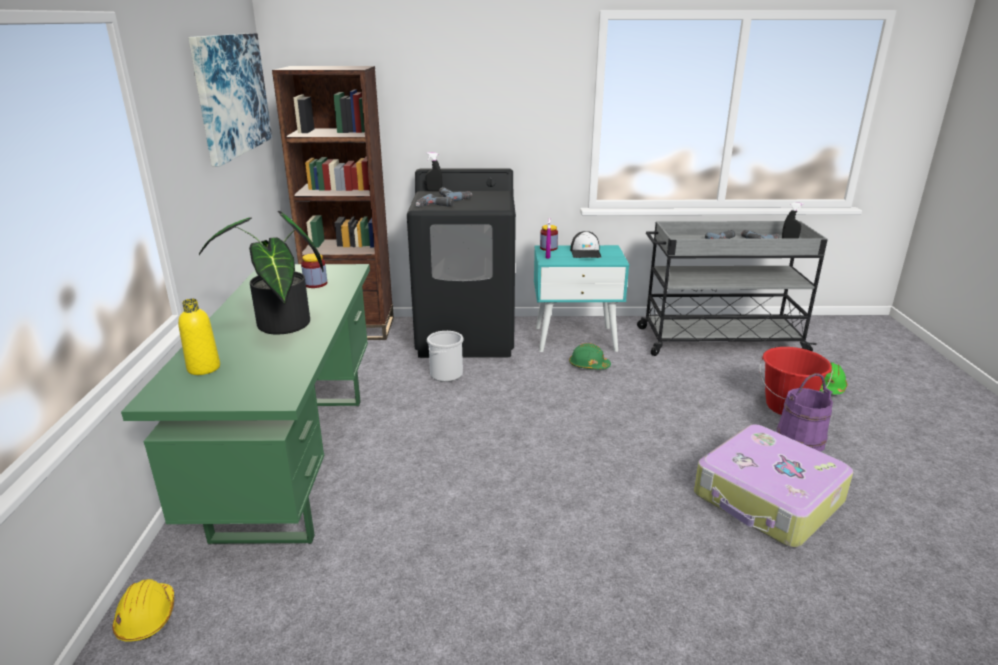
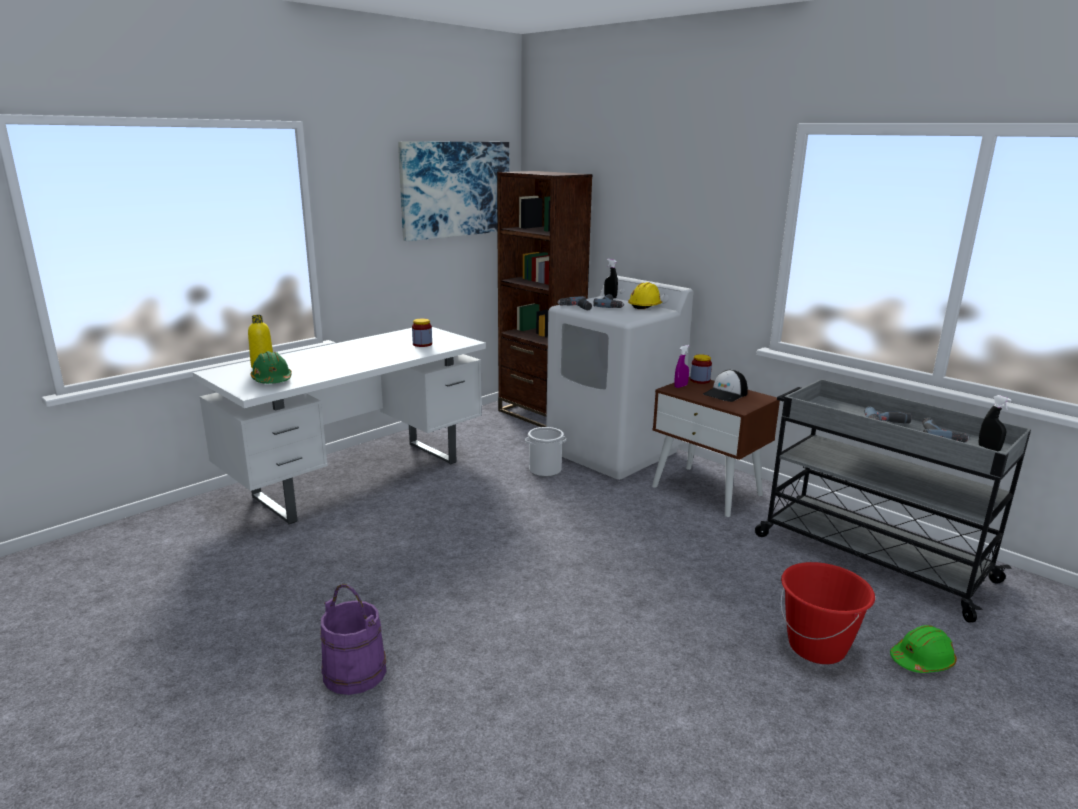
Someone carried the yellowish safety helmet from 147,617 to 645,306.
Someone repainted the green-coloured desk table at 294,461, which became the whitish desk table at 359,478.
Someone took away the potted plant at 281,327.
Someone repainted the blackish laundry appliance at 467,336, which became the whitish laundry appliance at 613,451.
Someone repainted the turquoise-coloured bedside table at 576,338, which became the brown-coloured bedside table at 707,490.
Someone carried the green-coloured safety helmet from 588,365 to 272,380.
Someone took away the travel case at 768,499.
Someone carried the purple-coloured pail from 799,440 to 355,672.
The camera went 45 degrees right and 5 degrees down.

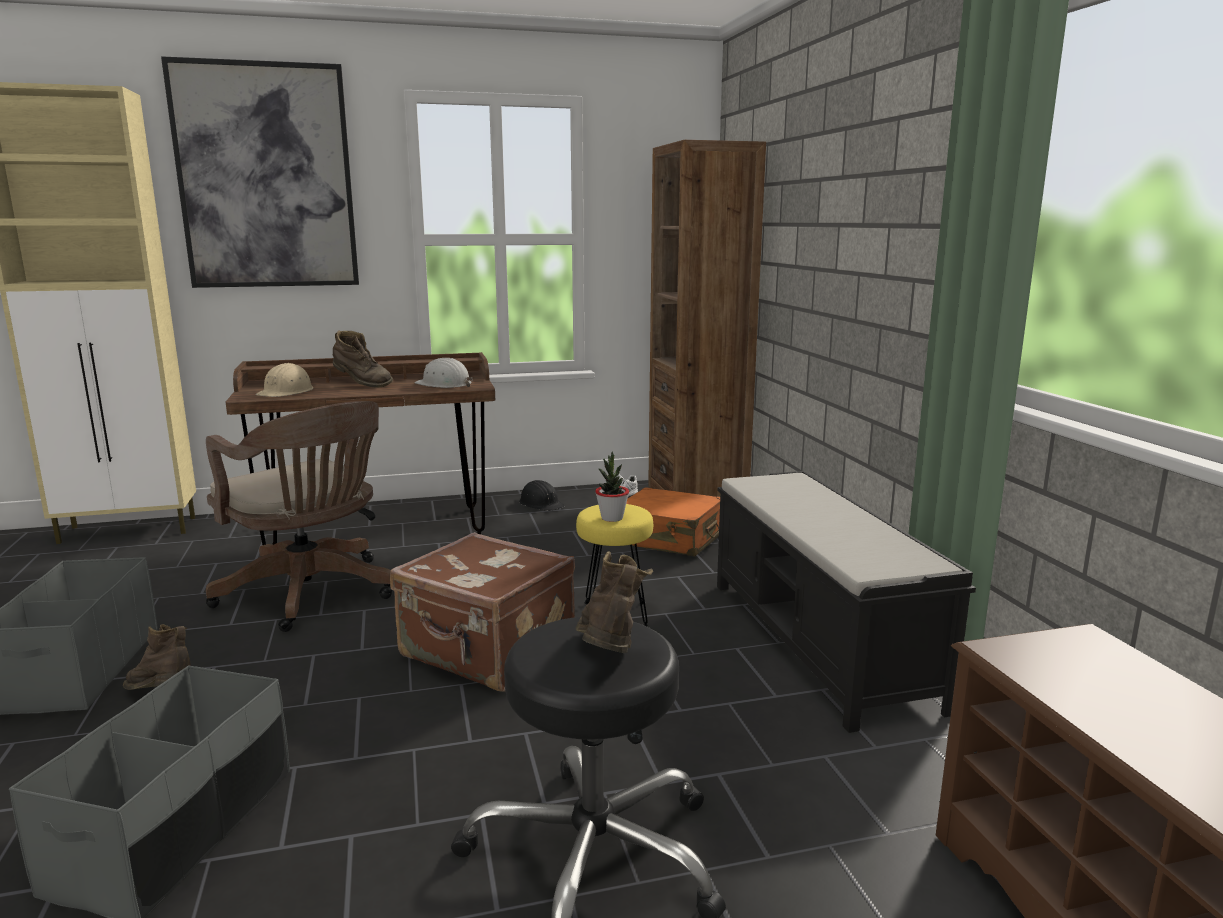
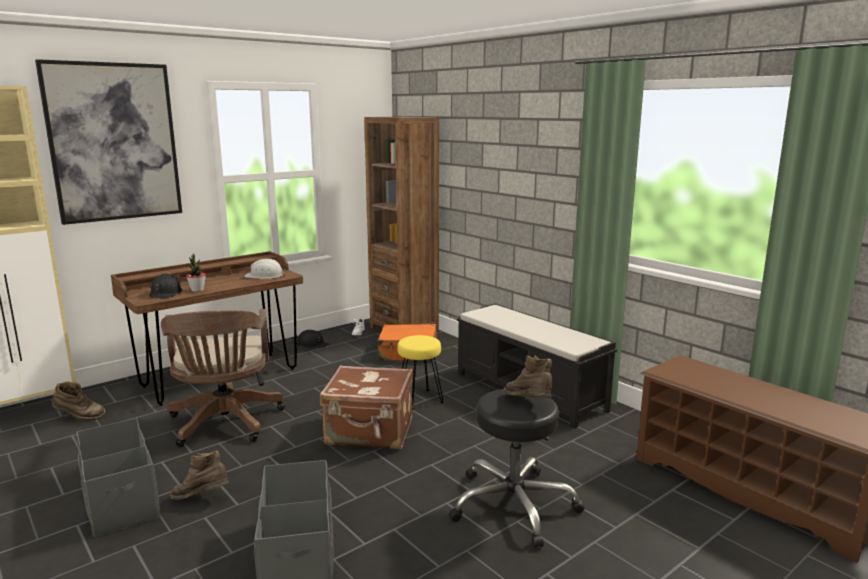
Someone rotated the brown-coloured computer chair at 312,594 by 60 degrees clockwise.
Someone repainted the beige safety helmet at 286,392, which became the blackish safety helmet at 166,293.
Someone carried the brown-coloured tall boot from 361,384 to 79,418.
Someone carried the potted plant from 612,518 to 197,290.
The camera went 25 degrees left and 0 degrees up.

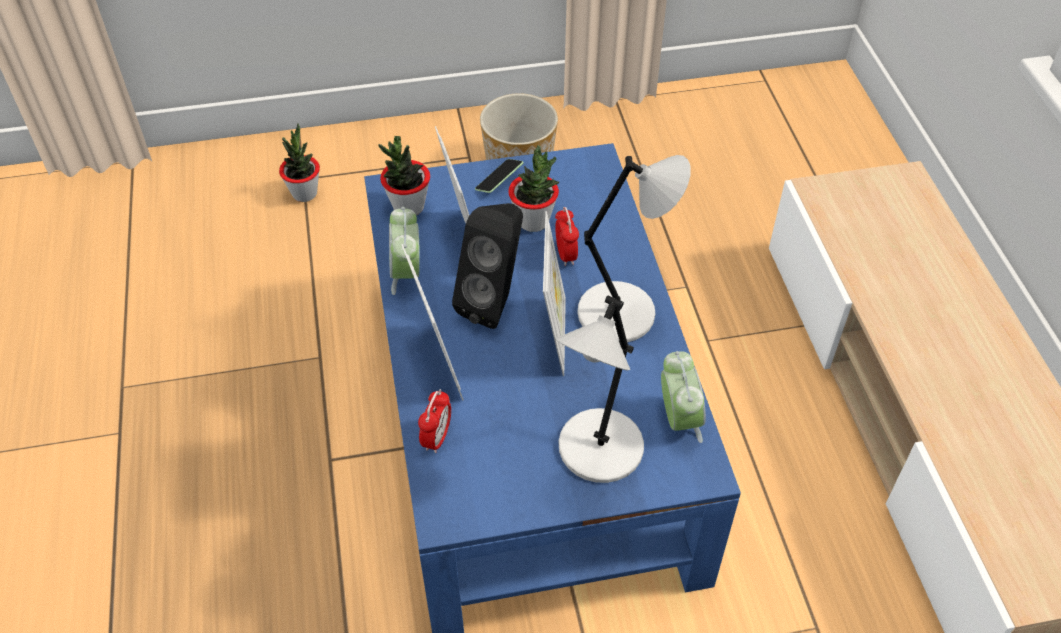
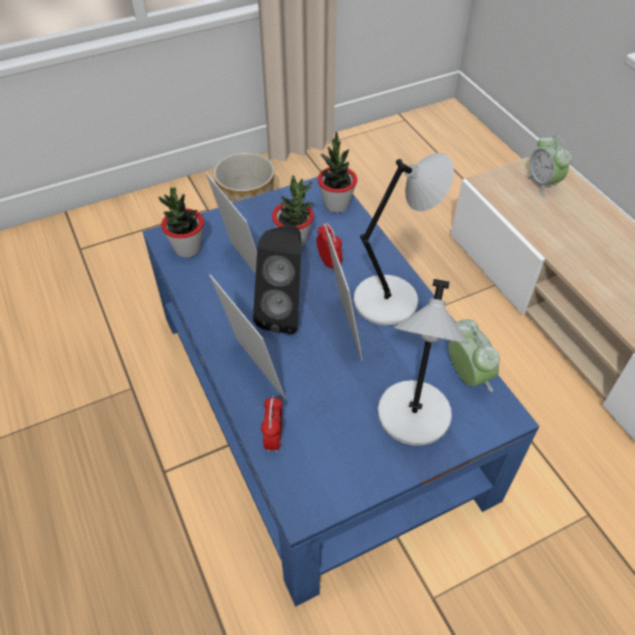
Someone carried the potted plant from 304,193 to 336,205.
Someone carried the alarm clock from 406,273 to 543,183.
Someone took away the telephone at 499,181.
The camera went 15 degrees left and 0 degrees up.

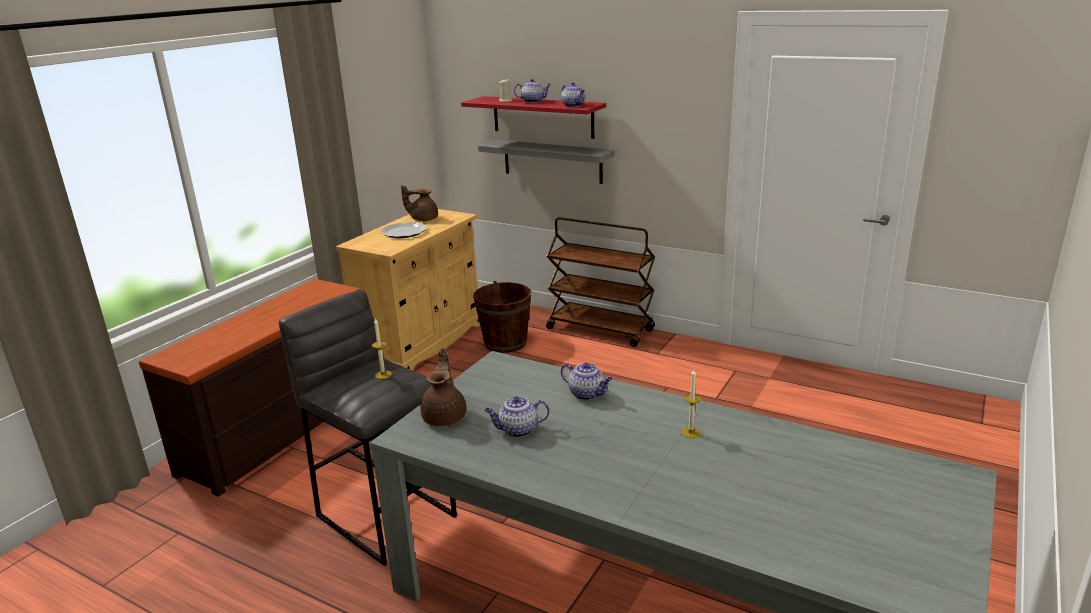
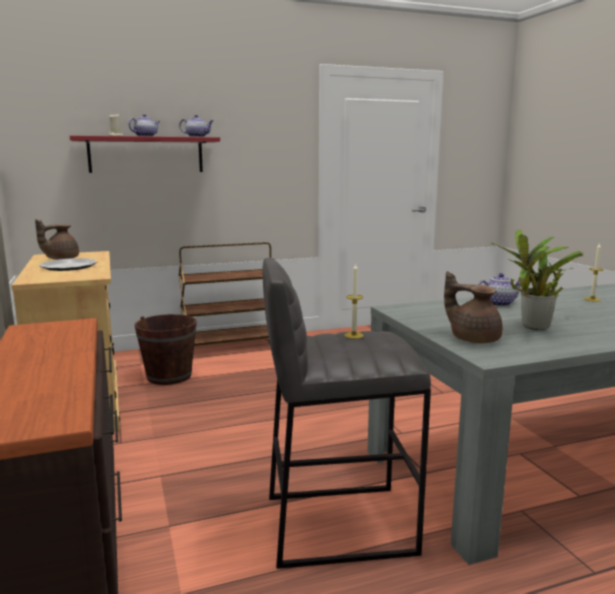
Someone took away the greyish bracket shelf at 552,161.
Someone swapped the tea pot at 517,430 for the potted plant at 532,327.
The camera went 50 degrees left and 10 degrees down.

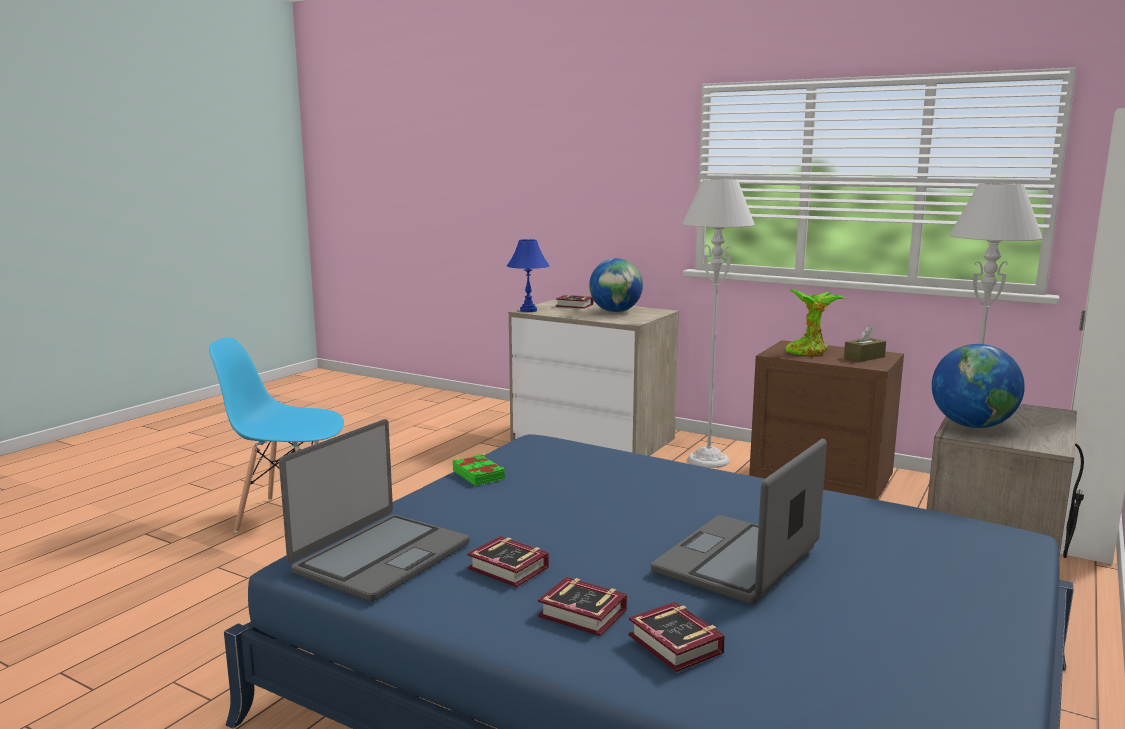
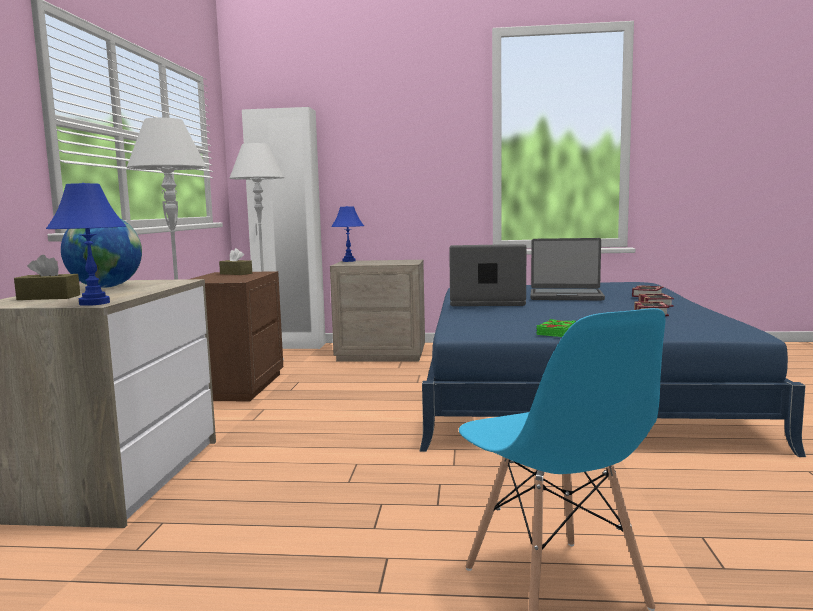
Someone carried the notebook computer from 380,557 to 487,302.
Someone swapped the volume at 575,306 for the brown-coloured box of tissues at 49,297.
Someone took away the potted plant at 808,351.
Someone took away the world globe at 972,426.
Someone put down the blue-coloured table lamp at 348,261.
The camera went 115 degrees left and 5 degrees down.

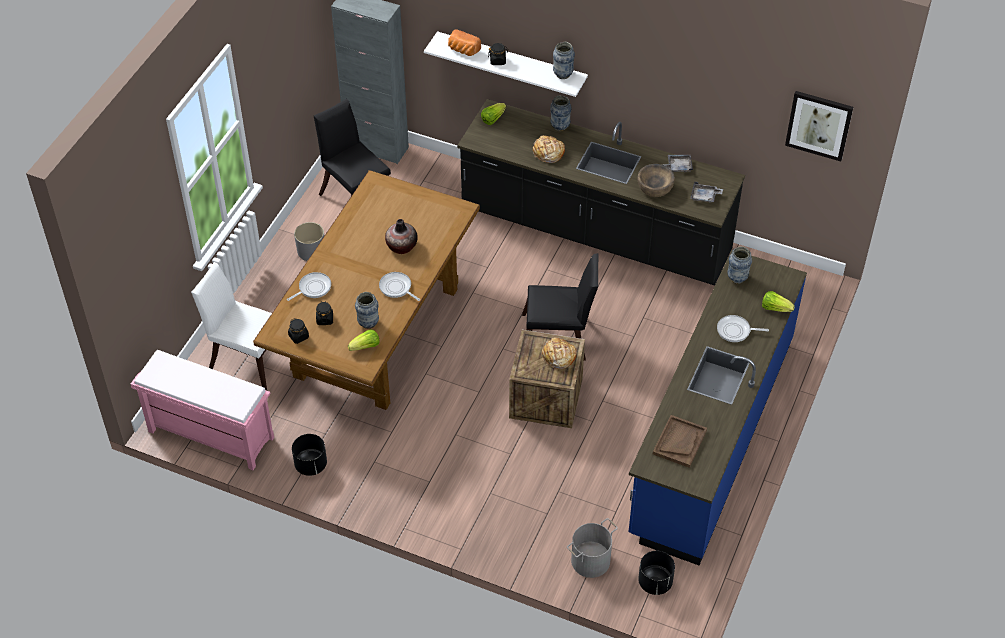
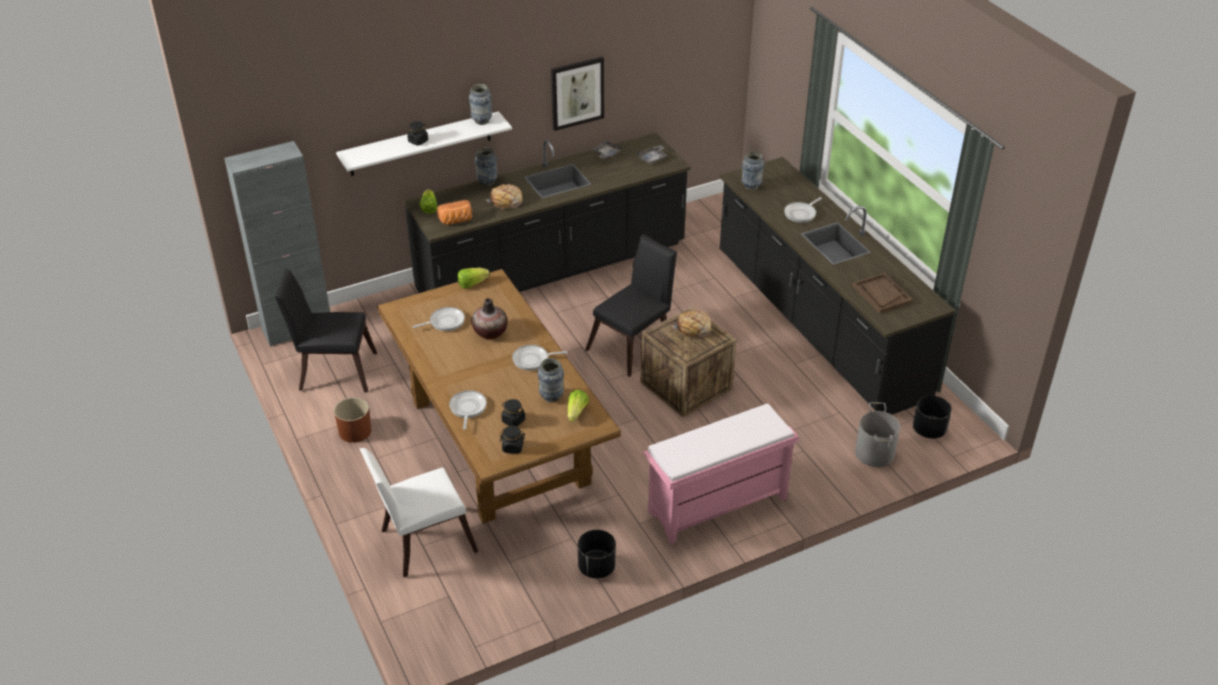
Someone carried the pinkish bench from 209,434 to 716,506.
Someone repainted the greyish plant pot at 311,250, which became the brown-coloured plant pot at 355,431.
Someone carried the bakery bread from 463,50 to 456,221.
Someone repainted the blue-coloured counter at 710,436, which became the blackish counter at 818,325.
Someone took away the brown-coloured serving bowl at 655,187.
Someone carried the lettuce head from 775,308 to 472,284.
Someone carried the wall art from 819,125 to 577,93.
Someone put down the skillet at 445,322.
The camera went 50 degrees left and 10 degrees down.

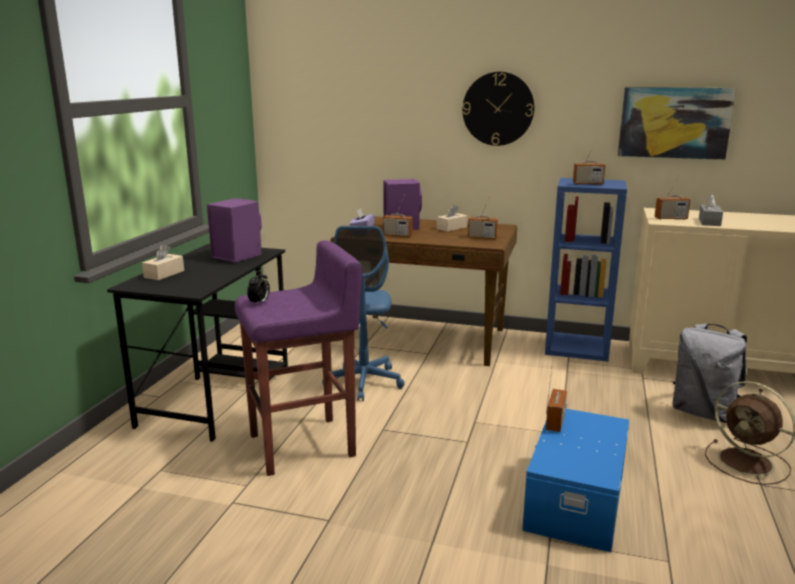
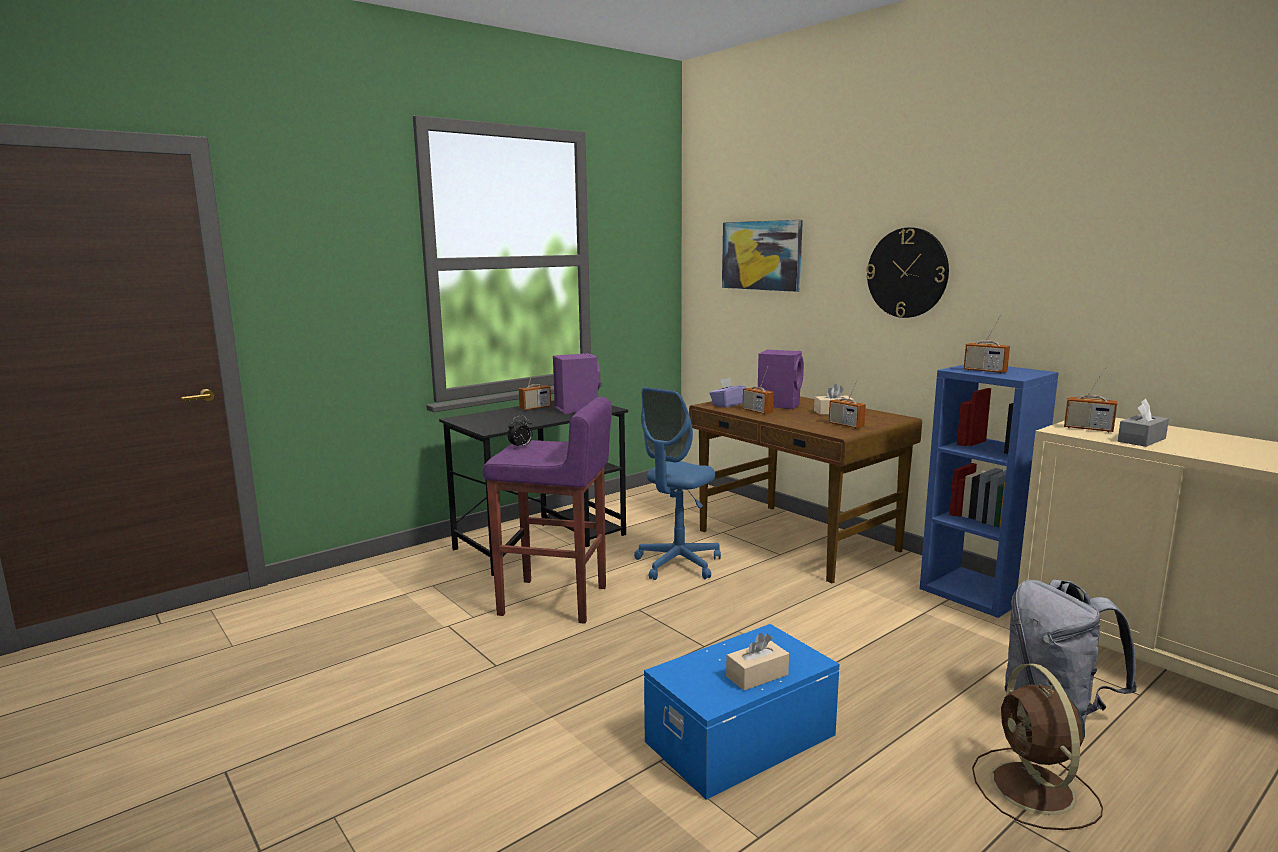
Someone carried the beige box of tissues from 164,274 to 757,675.
Someone carried the radio set from 555,422 to 535,408.
Someone carried the wall art from 674,122 to 761,255.
The camera went 35 degrees right and 5 degrees down.

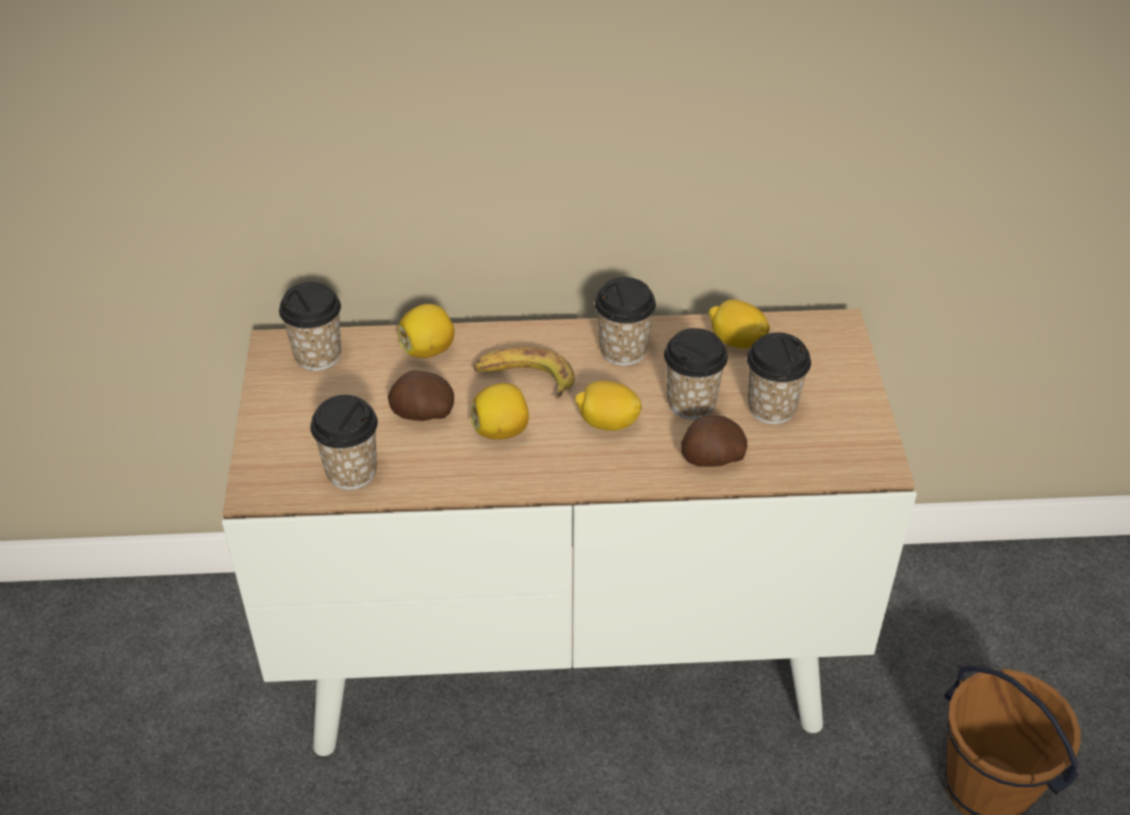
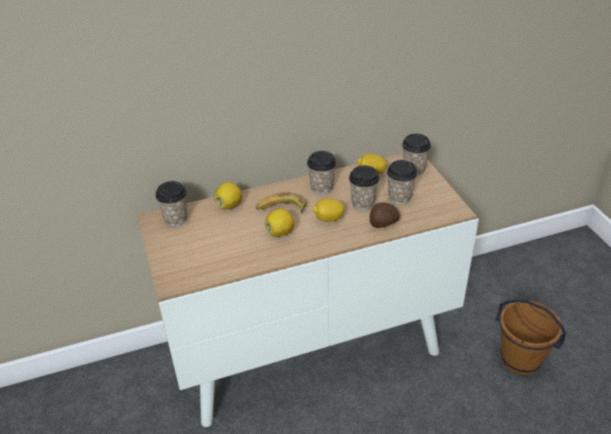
Someone carried the drinking cup from 351,472 to 414,169.
Someone took away the whole potato at 422,414.
The camera went 15 degrees left and 5 degrees down.

